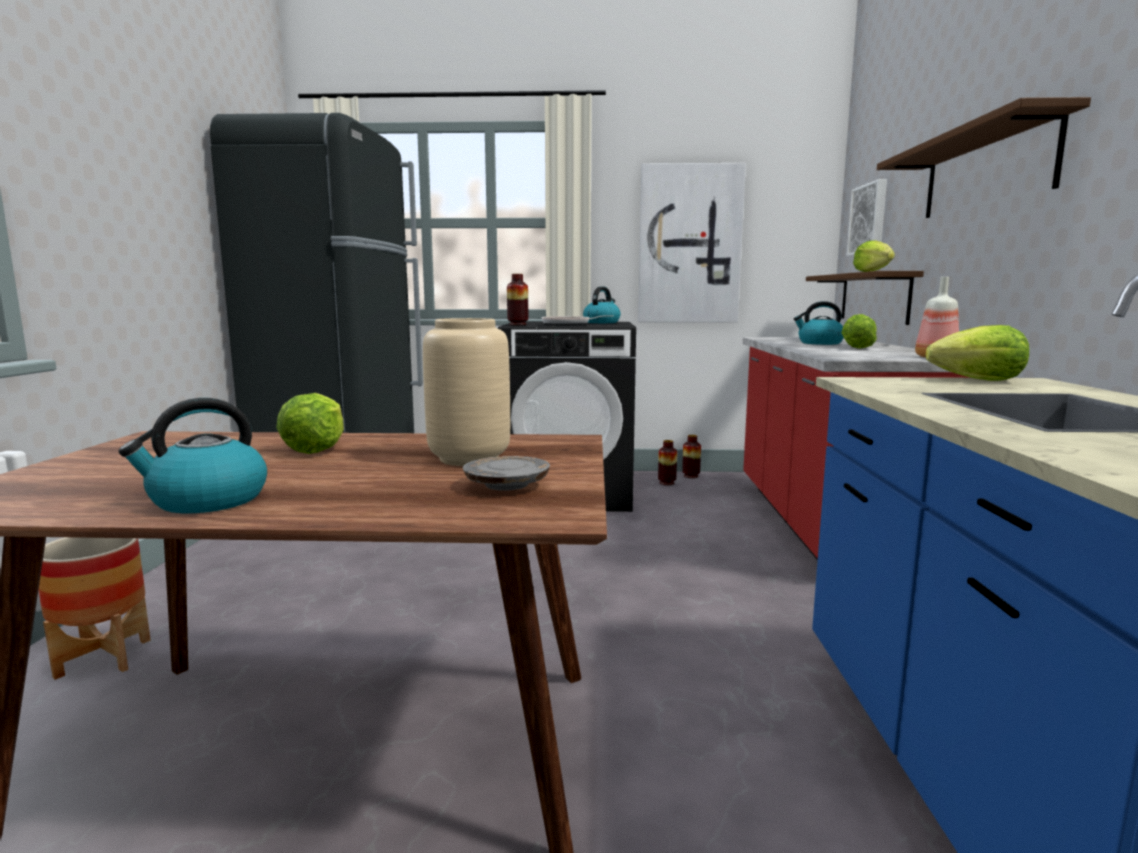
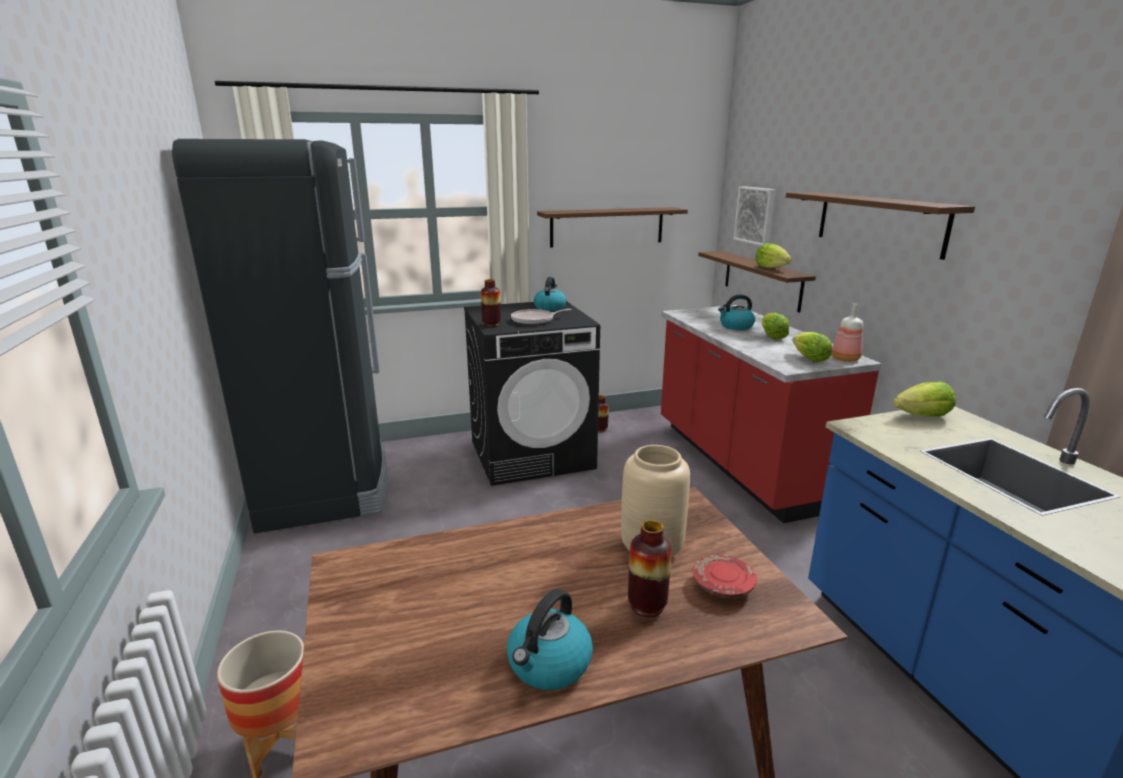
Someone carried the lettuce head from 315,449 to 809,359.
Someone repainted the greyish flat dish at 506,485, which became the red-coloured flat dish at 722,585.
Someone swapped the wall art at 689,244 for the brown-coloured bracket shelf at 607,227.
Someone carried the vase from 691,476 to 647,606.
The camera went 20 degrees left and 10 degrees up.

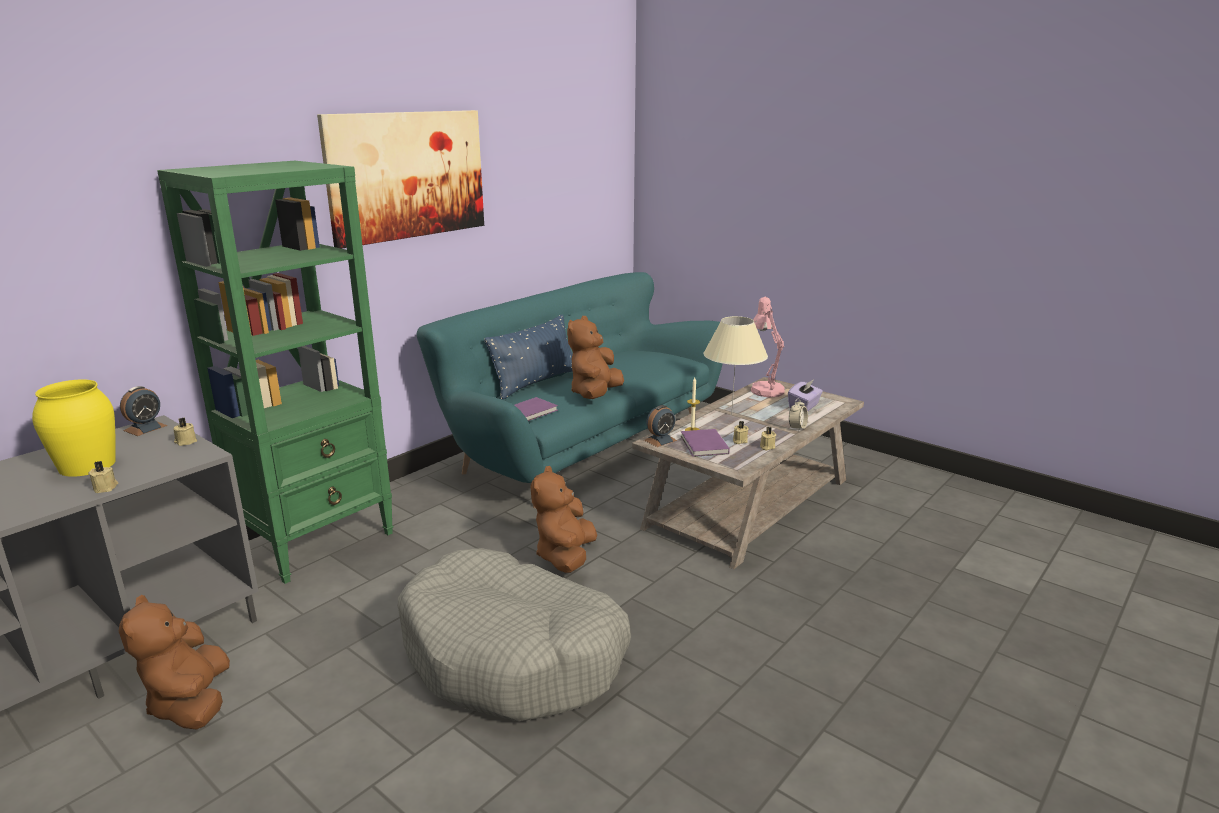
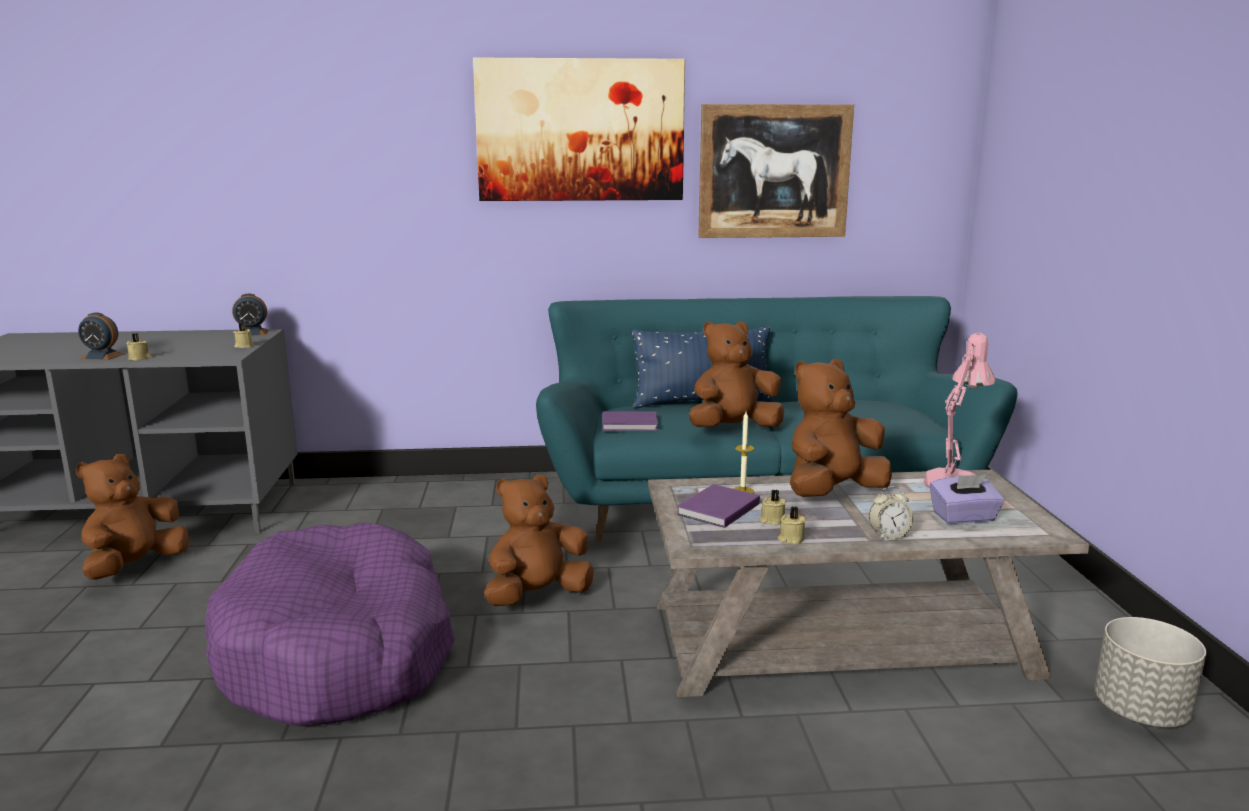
Someone took away the yellowish vase at 86,465.
Someone took away the green-coloured bookcase at 318,540.
Someone repainted the greyish dog cushion at 513,655, which became the purple-coloured dog cushion at 339,652.
Someone carried the alarm clock from 660,440 to 102,356.
Someone swapped the beige table lamp at 731,415 for the brown-coloured soft toy at 832,493.
Someone put up the wall art at 774,172.
Someone put down the greyish plant pot at 1141,711.
The camera went 45 degrees right and 5 degrees down.

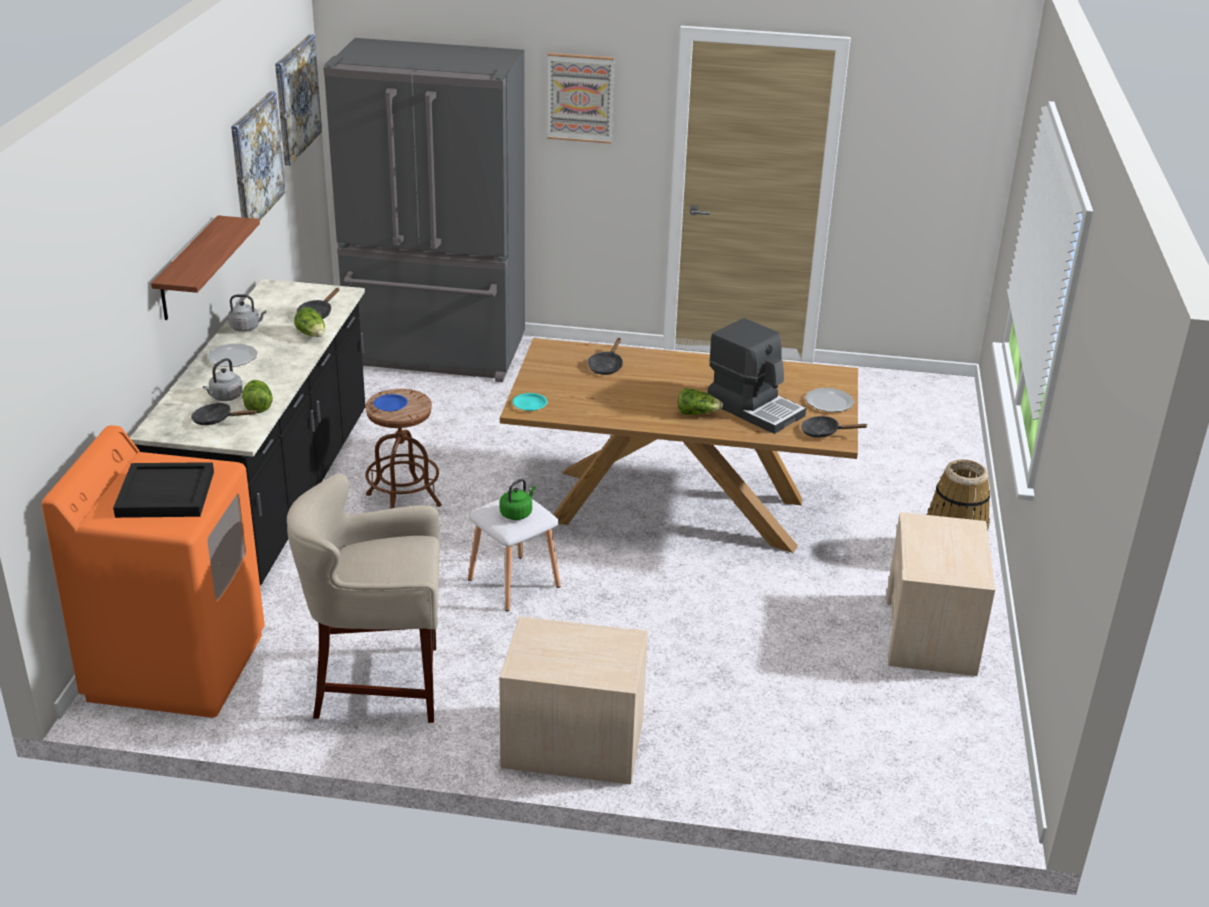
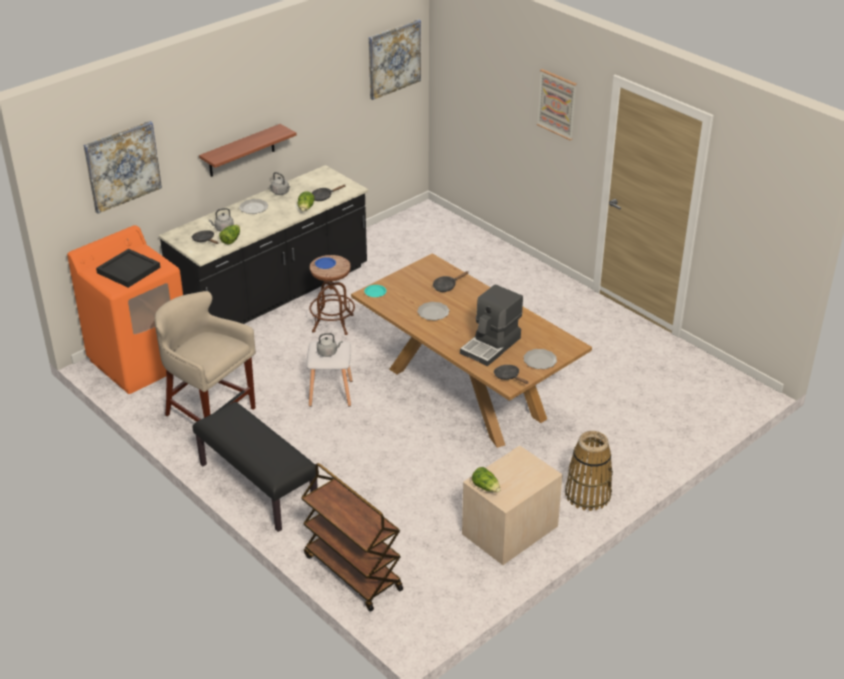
Someone carried the wall art from 256,160 to 122,166.
Someone took away the greyish refrigerator at 436,354.
Someone swapped the beige bedside table at 572,743 for the blackish bench at 257,486.
Someone repainted the green-coloured tea kettle at 517,513, which became the greyish tea kettle at 328,352.
Someone carried the lettuce head from 696,413 to 486,487.
Someone rotated the coffee machine at 755,408 by 45 degrees clockwise.
Someone put down the brown-coloured cart at 352,572.
Someone put down the flat dish at 433,312.
The camera went 40 degrees right and 5 degrees up.

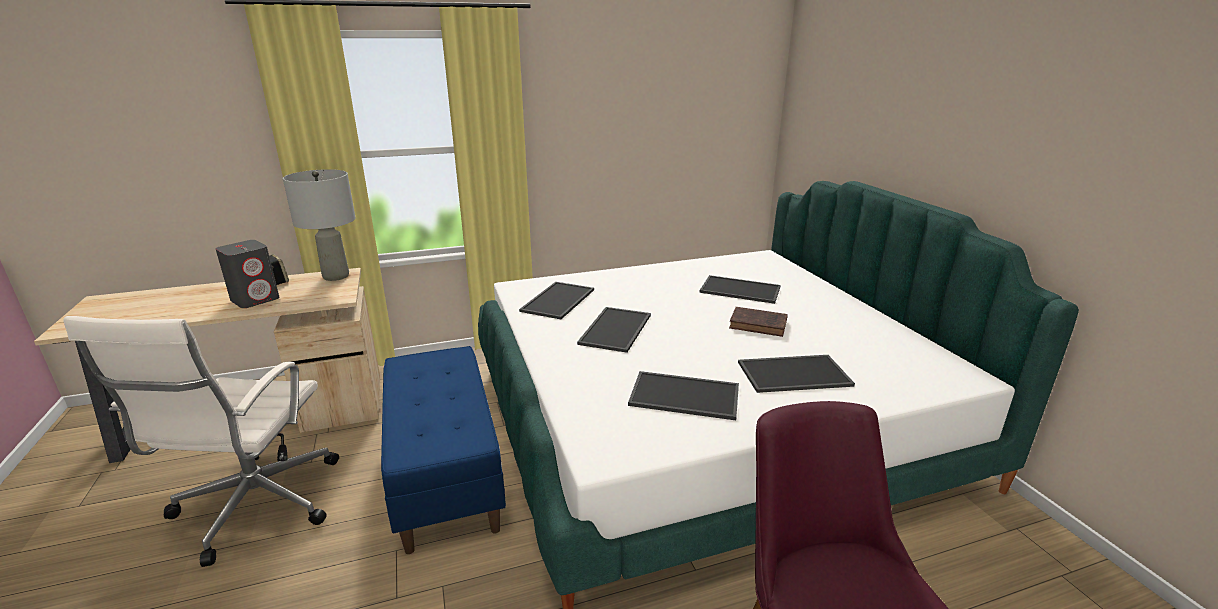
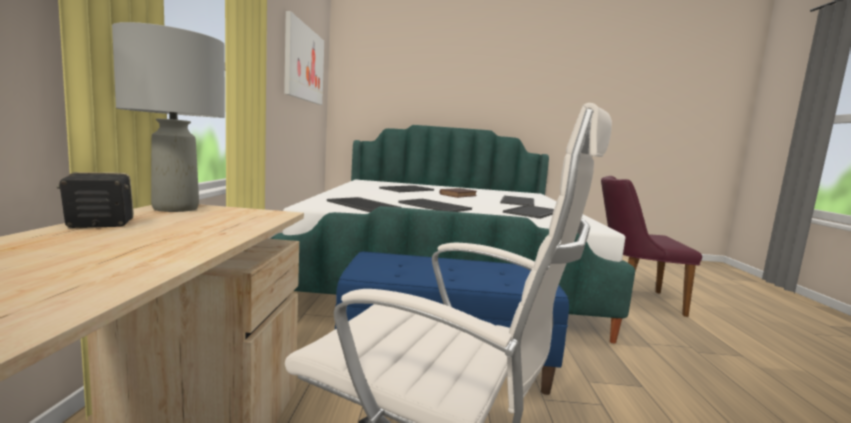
Someone took away the greyish speaker at 255,299.
Someone put up the wall art at 304,64.
The camera went 70 degrees left and 15 degrees down.

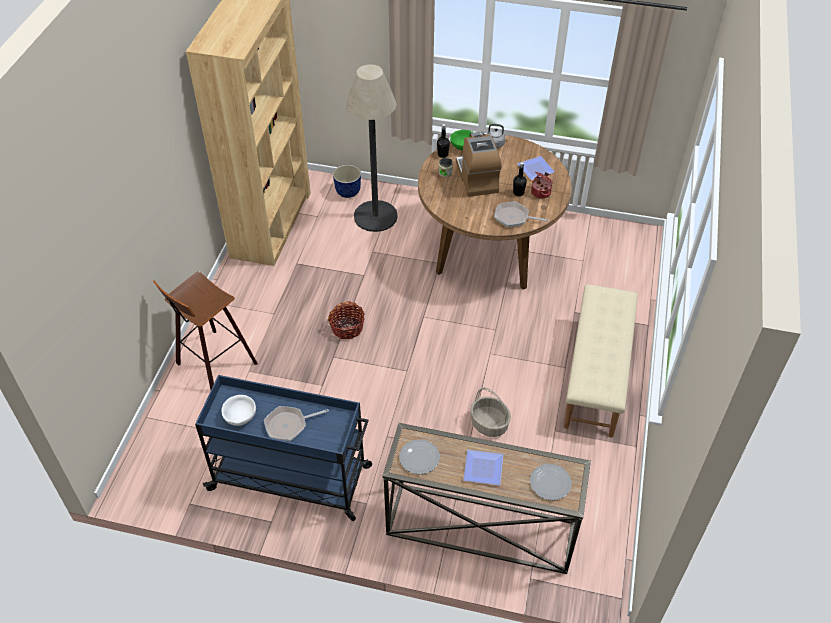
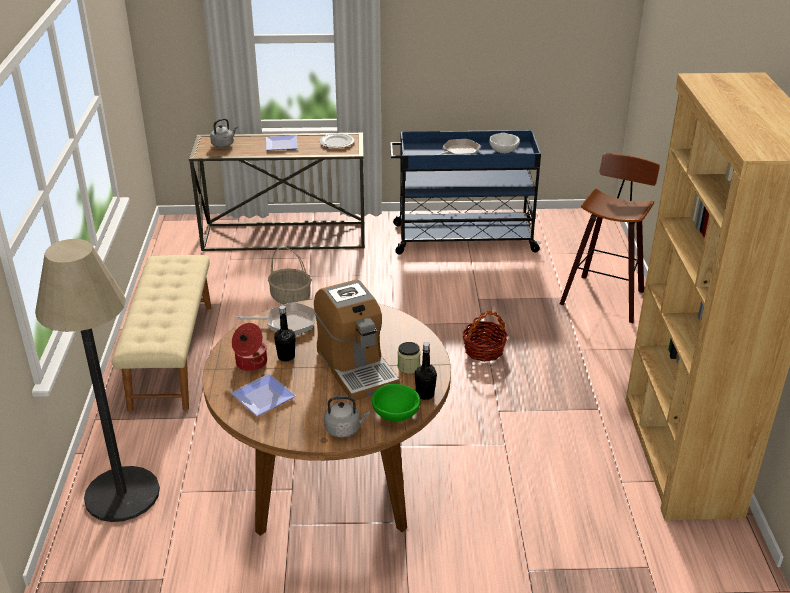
Someone took away the plant pot at 348,192.
Someone carried the standing lamp from 375,216 to 122,494.
Someone swapped the flat dish at 550,483 for the greyish tea kettle at 223,144.
The camera went 165 degrees right and 15 degrees down.

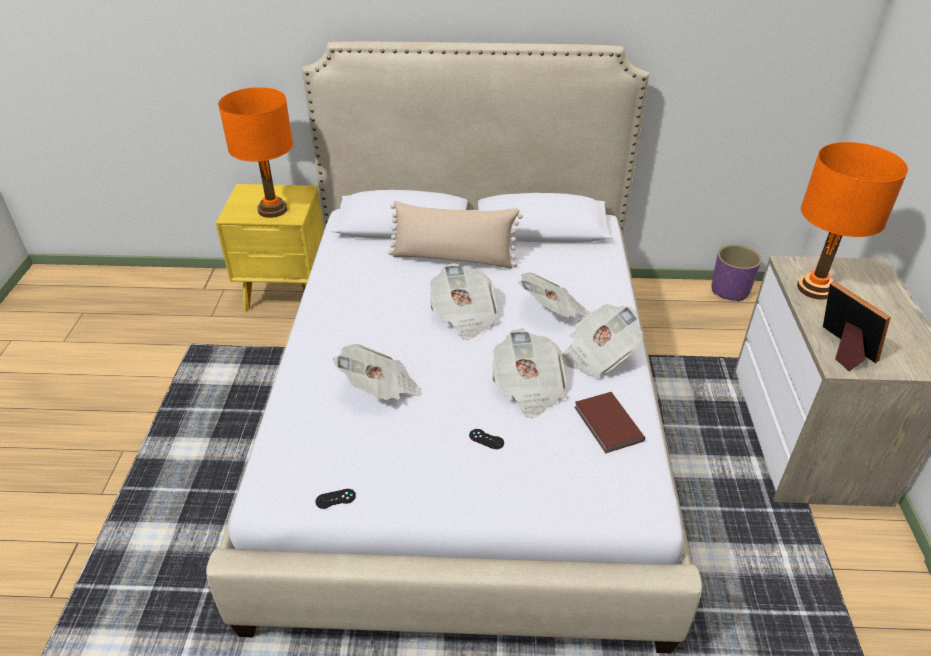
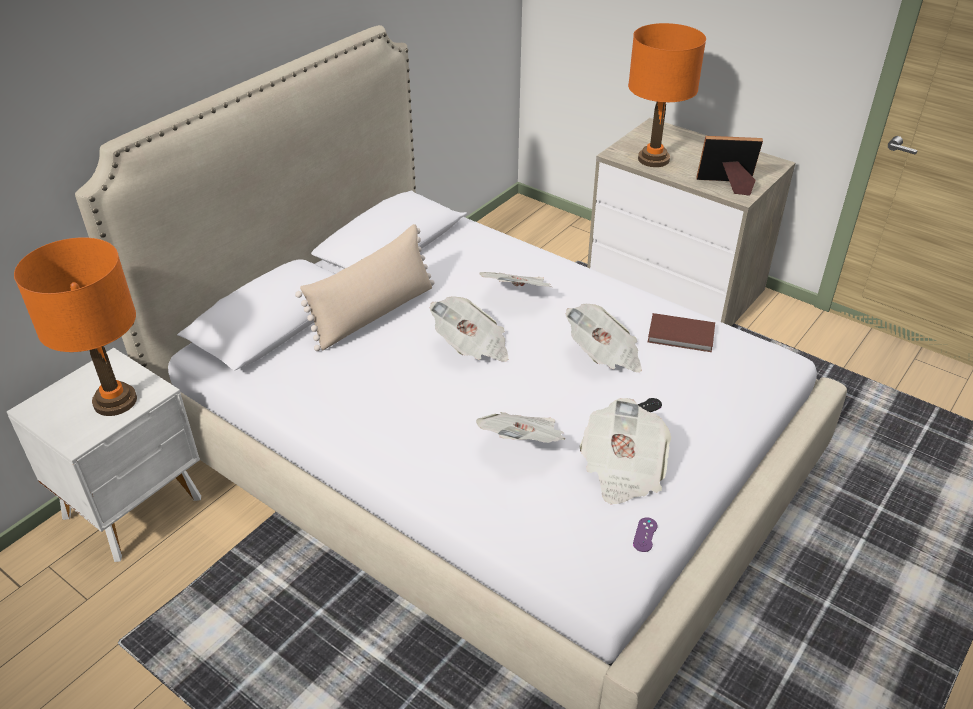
Someone repainted the yellowish bedside table at 287,293, which became the whitish bedside table at 135,508.
Someone repainted the blackish game controller at 335,499, which became the purple-coloured game controller at 645,535.
Someone carried the daily paper from 597,355 to 622,470.
Someone took away the purple-coloured plant pot at 730,290.
The camera went 55 degrees left and 0 degrees up.

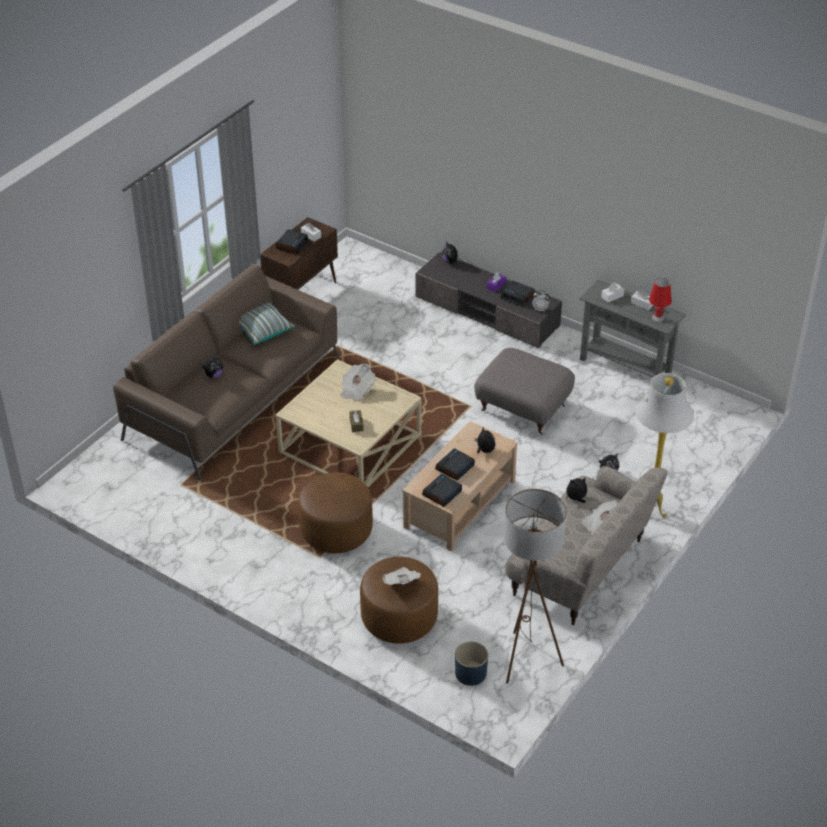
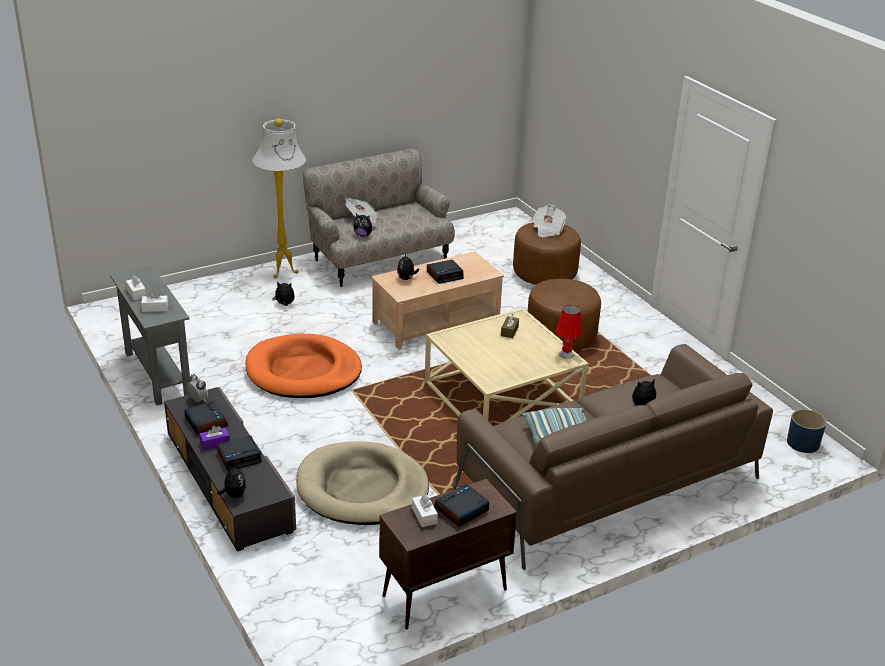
Someone took away the daily paper at 356,390.
Someone carried the alarm clock from 442,494 to 239,457.
Someone carried the blue-coloured plant pot from 470,673 to 803,443.
Someone swapped the greyish footrest at 522,409 for the orangey dog cushion at 303,371.
Someone took away the brown-coloured standing lamp at 525,656.
Someone carried the red-coloured table lamp from 657,318 to 566,354.
Someone put down the beige dog cushion at 362,488.
The camera went 155 degrees left and 10 degrees down.

